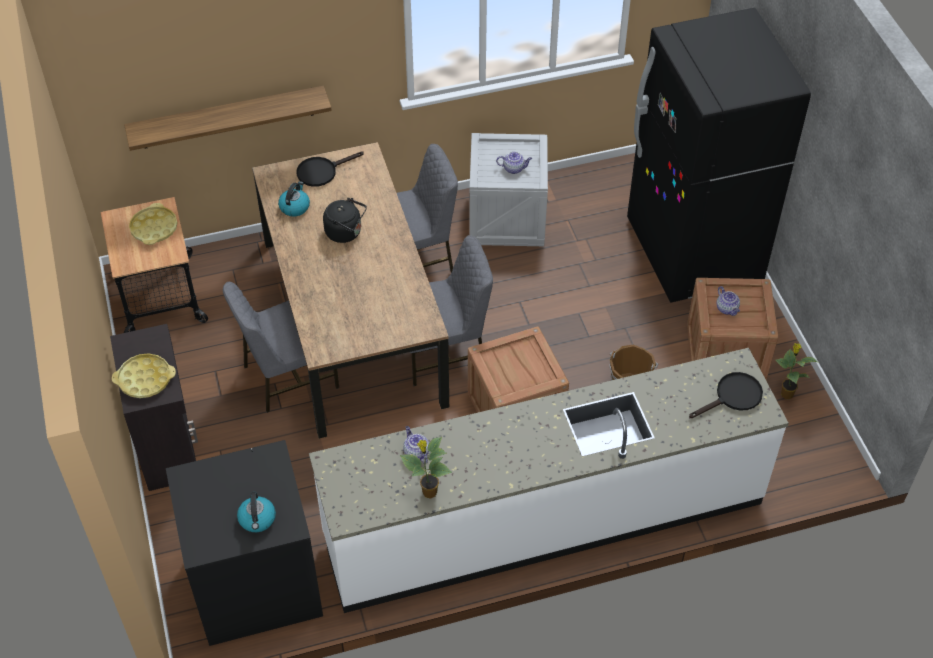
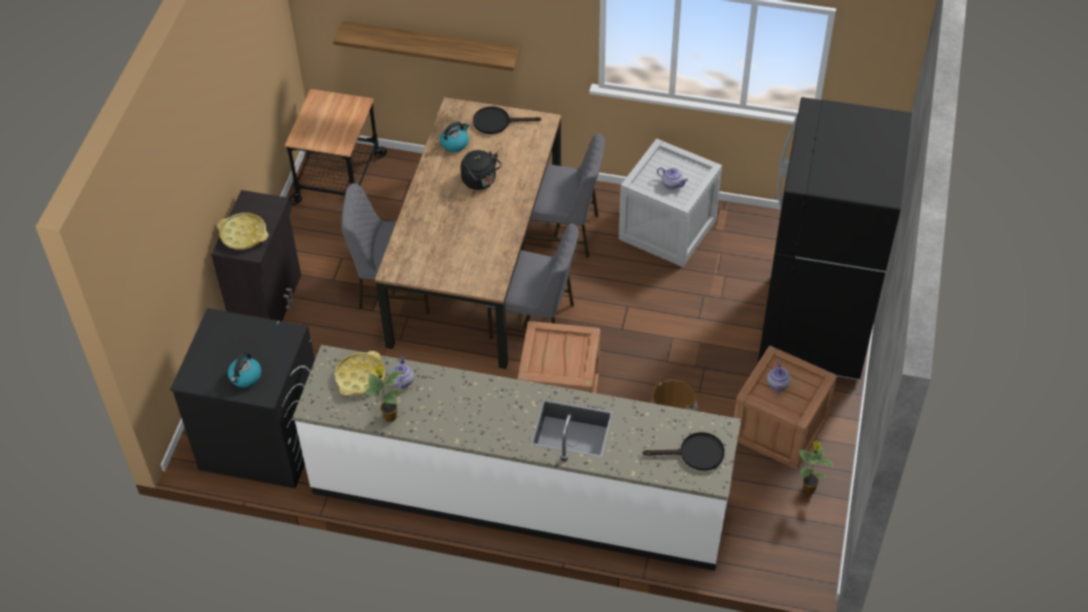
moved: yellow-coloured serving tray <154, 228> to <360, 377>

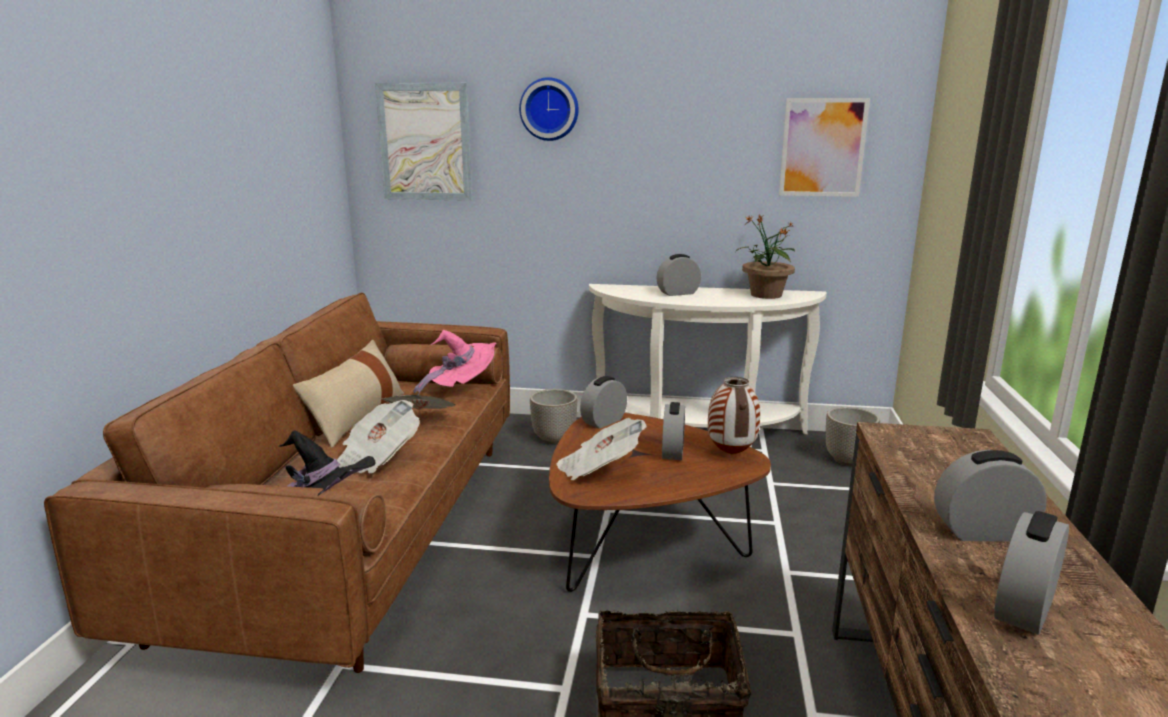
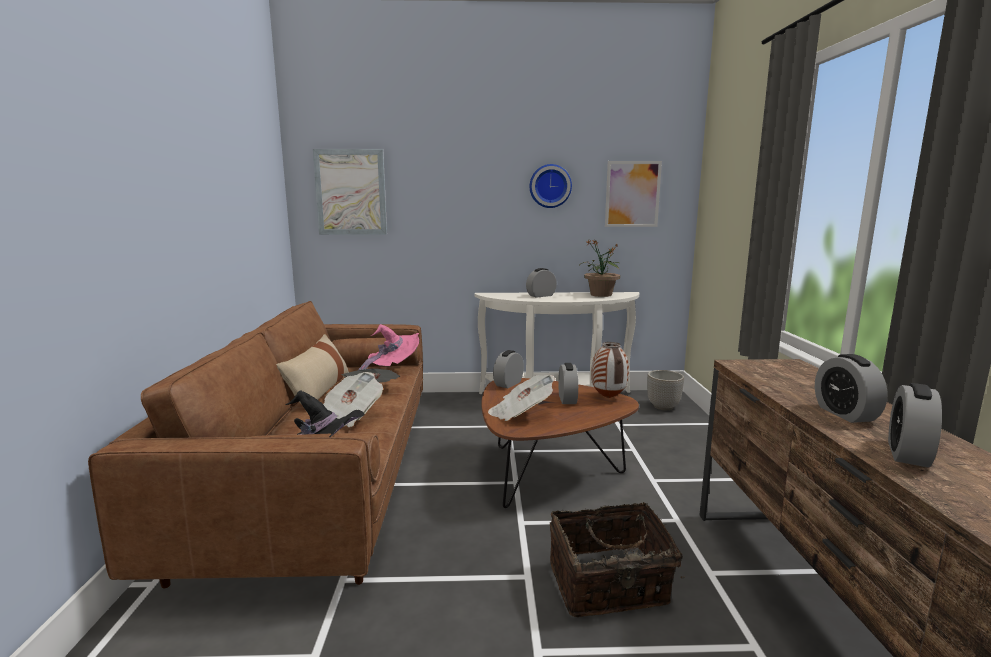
removed: planter <554, 439>
moved: hanging clock <549, 109> to <550, 186>
turned: alarm clock <983, 532> = <845, 414> 90 degrees counterclockwise

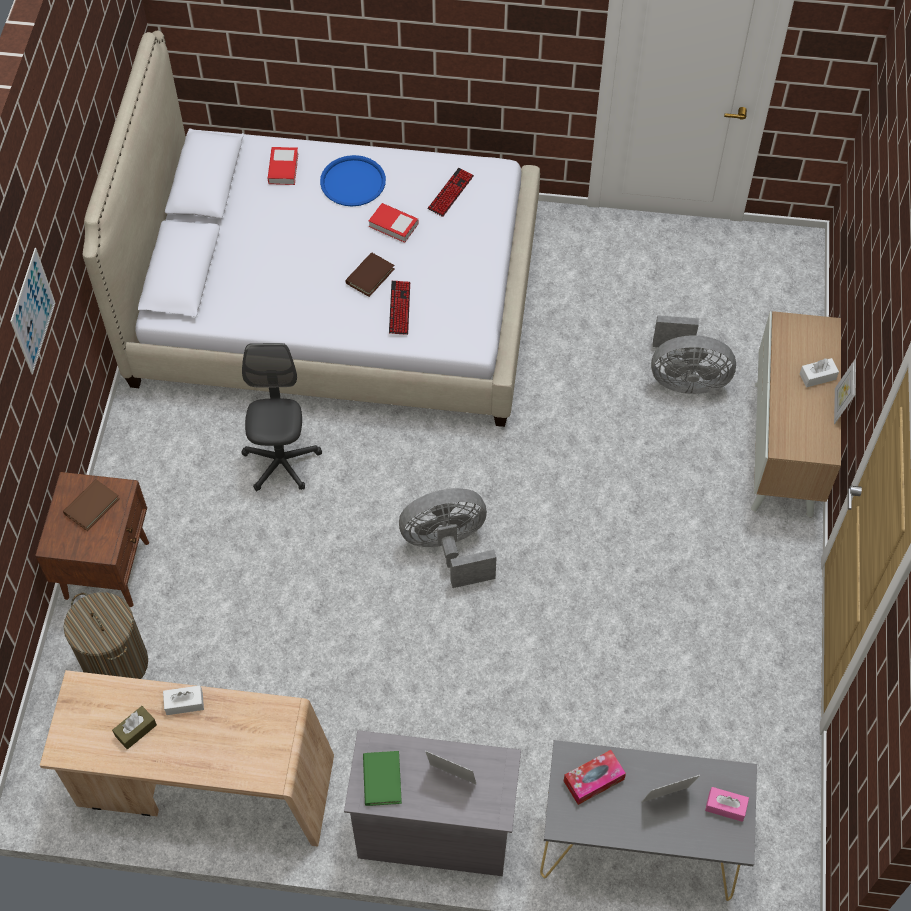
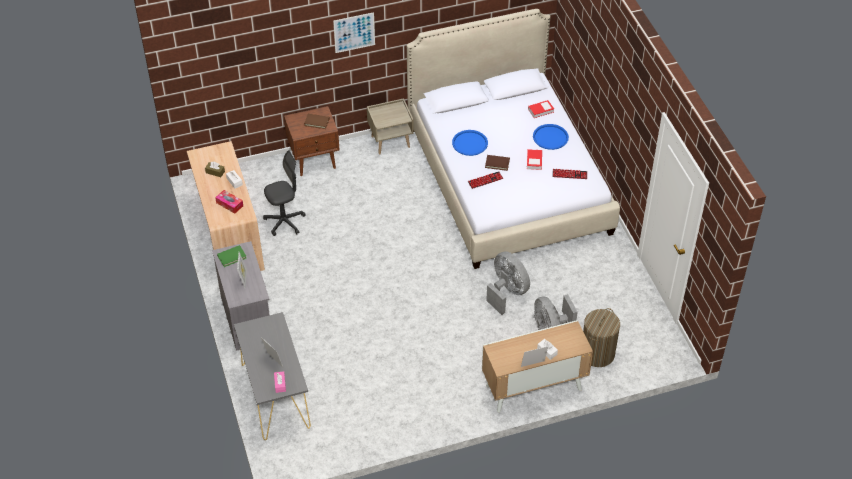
added: beige night table <390, 141>; blue-coloured serving tray <470, 143>
moved: laundry basket <115, 663> to <597, 353>; greyish office chair <281, 462> to <284, 222>; greyish electric fan <449, 548> to <507, 292>; tissue box <593, 780> to <229, 204>

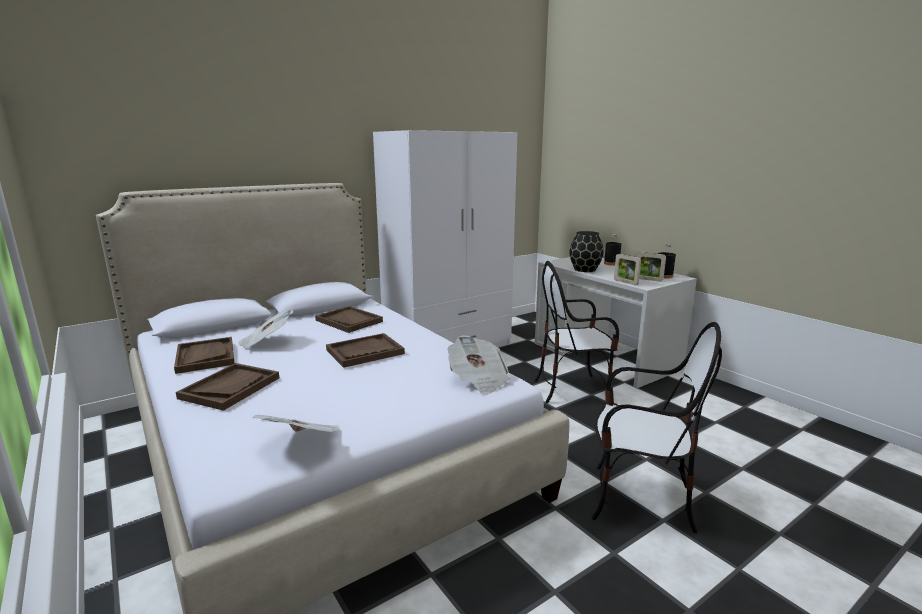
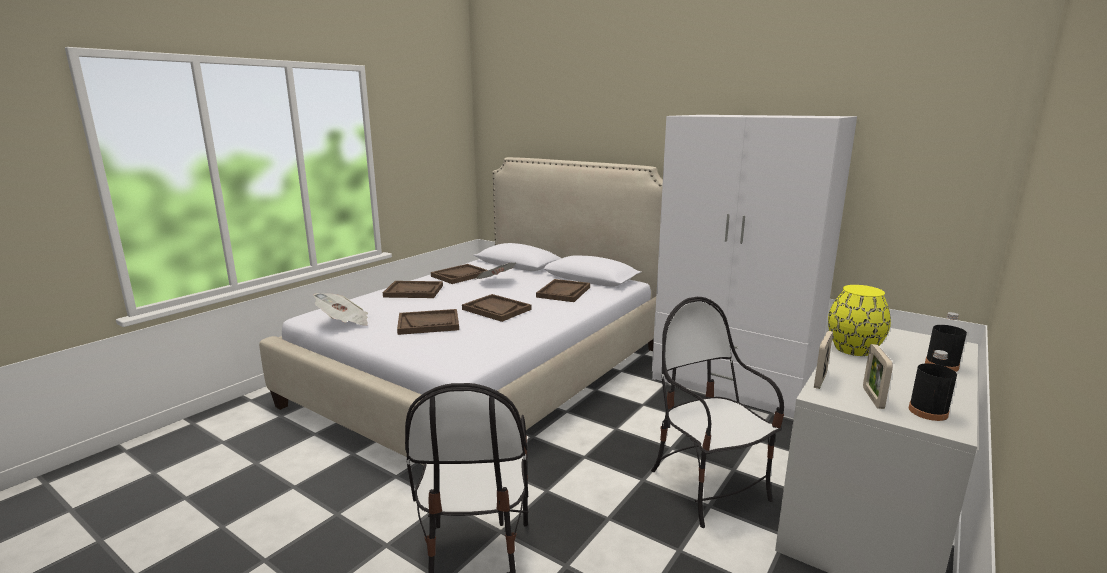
removed: newspaper <478, 380>
added: brownish serving tray <428, 324>
recoloured: blackish decorative vase <585, 270> to yellow-coloured decorative vase <853, 349>

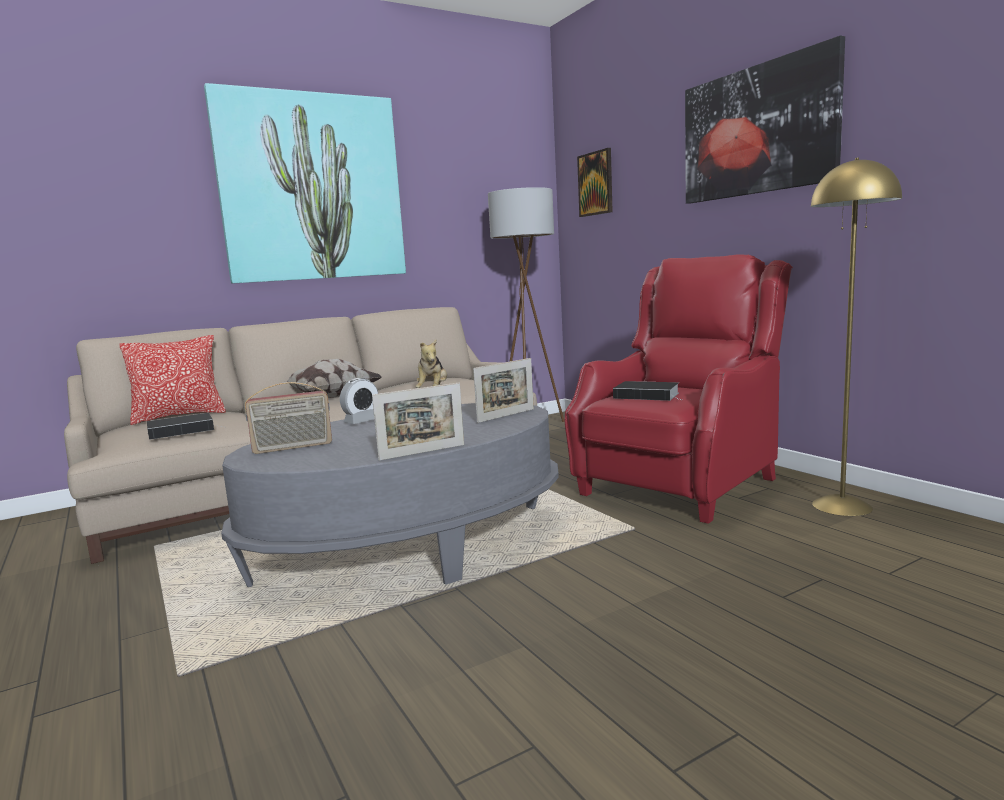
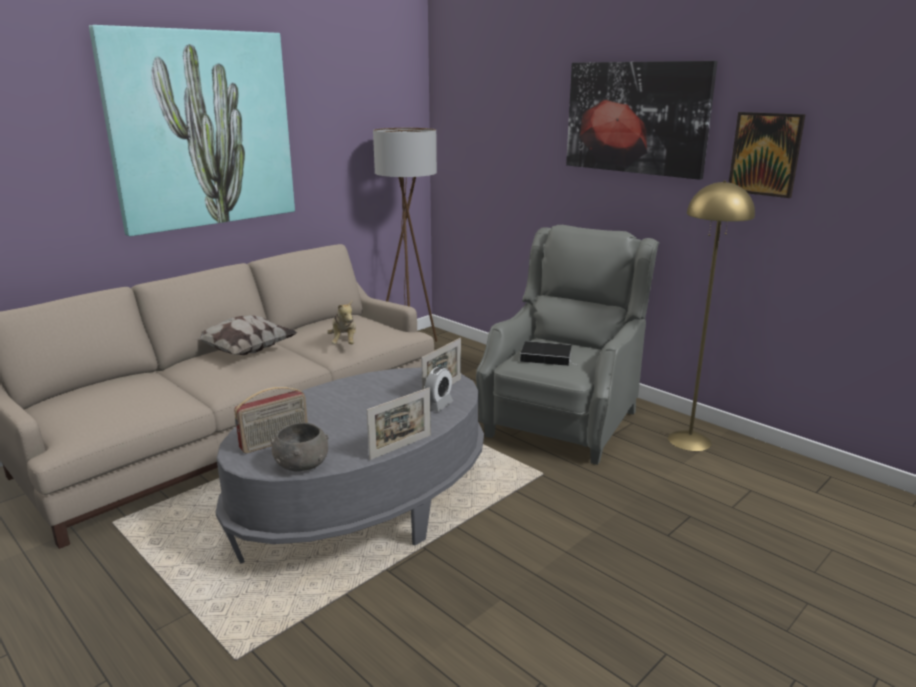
removed: pillow <179, 416>; bound book <183, 430>
added: greyish deep dish <301, 464>
moved: alarm clock <362, 421> to <438, 405>; wall art <596, 183> to <765, 154>
recoloured: red armchair <680, 484> to greyish armchair <563, 421>

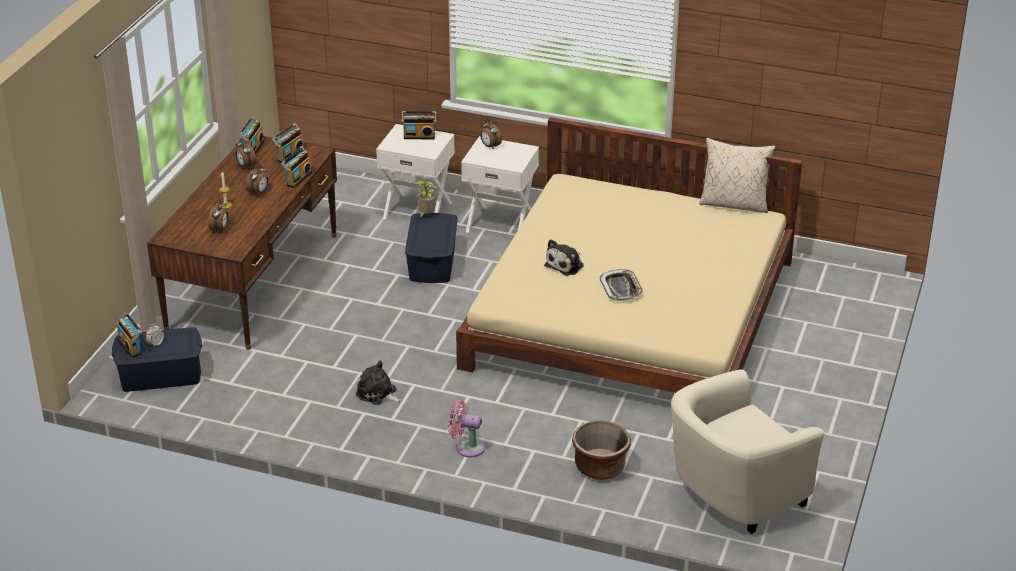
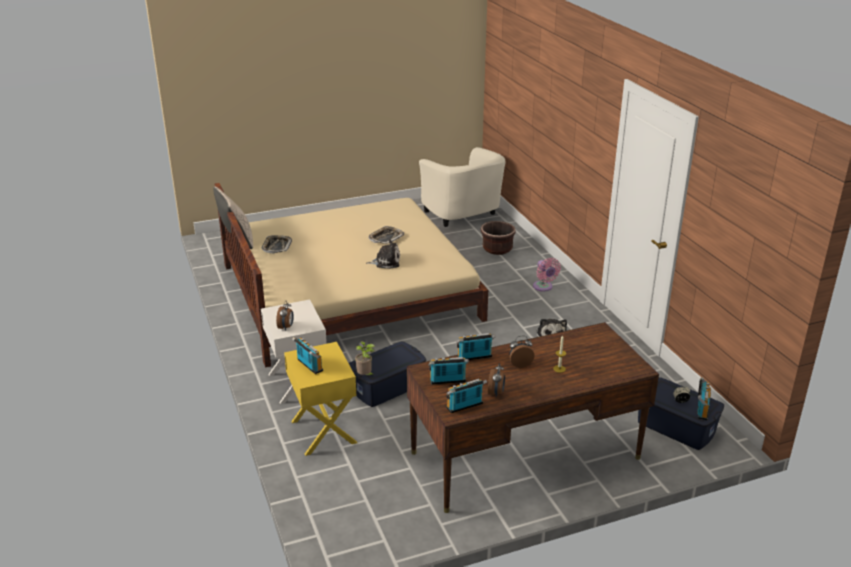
removed: alarm clock <220, 229>
added: serving tray <276, 247>
recoloured: white night table <418, 210> to yellow-coloured night table <322, 432>
turned: beige armchair <733, 496> = <463, 215> 45 degrees clockwise

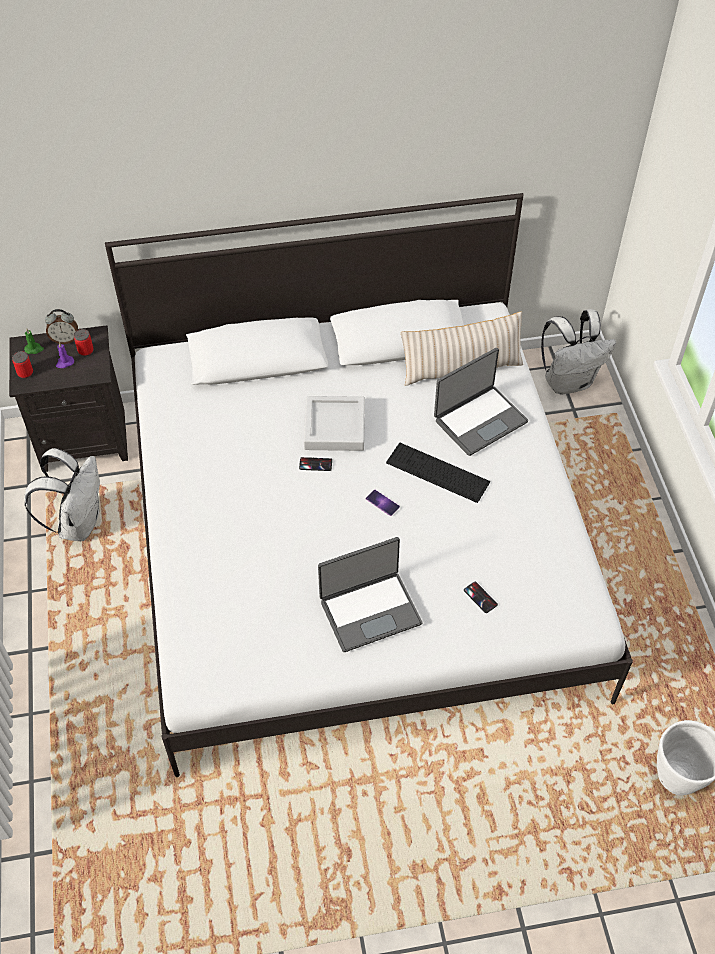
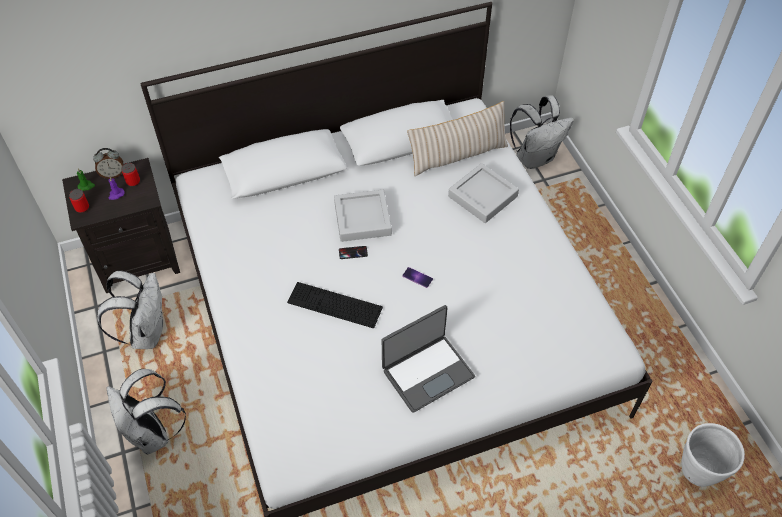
removed: phone <480, 597>
added: white backpack <153, 434>
moved: keyboard <437, 472> to <334, 305>
replaced: portable computer <479, 420> to greyish serving tray <482, 196>

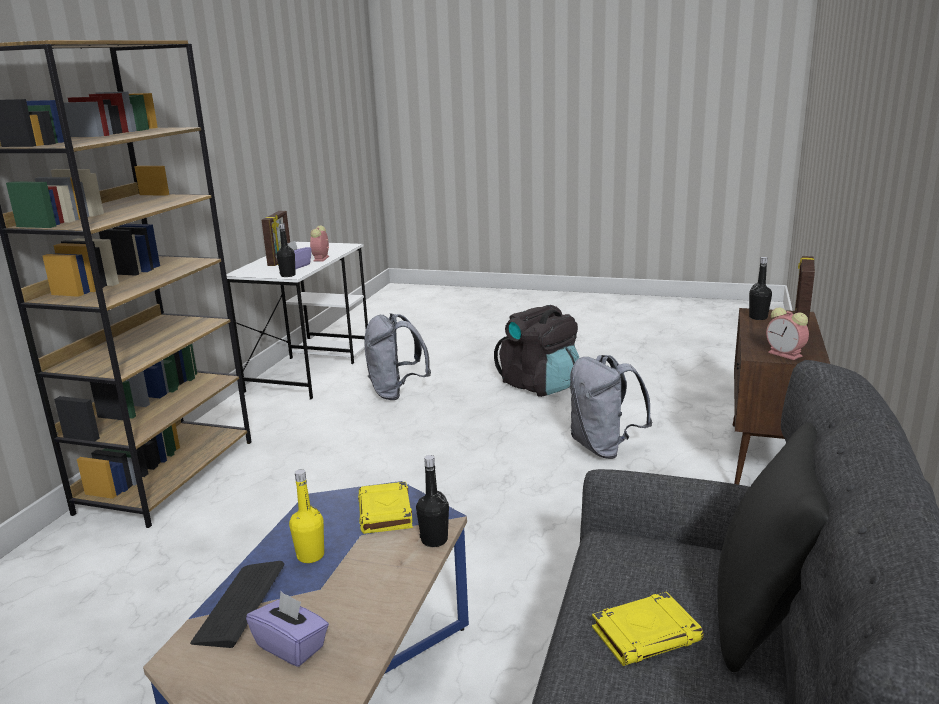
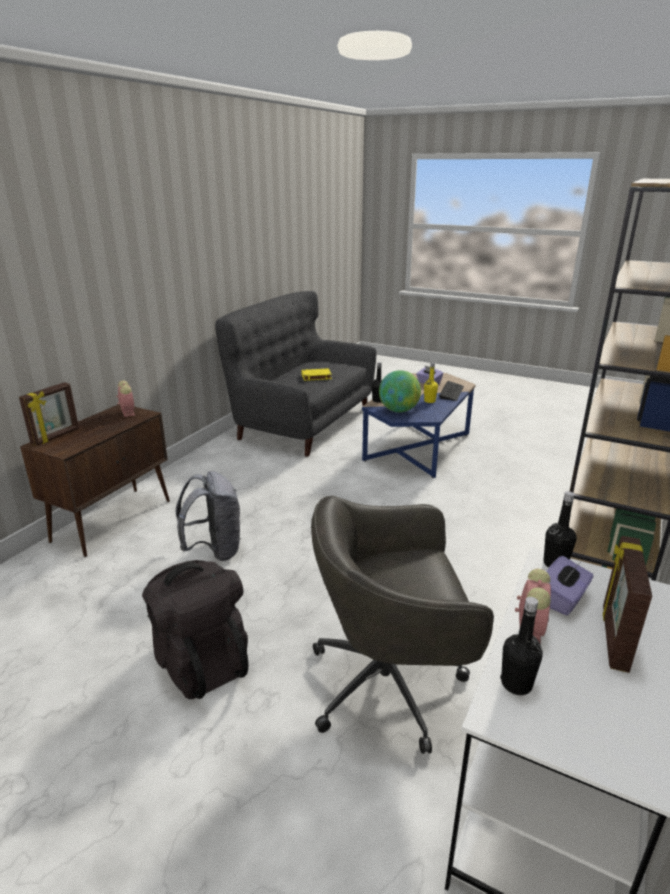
removed: blackish pillow <764, 615>
moved: blackish bottle <758, 317> to <516, 684>
replaced: yellow-coloured bound book <385, 513> to world globe <398, 410>; greyish backpack <396, 393> to greyish office chair <390, 683>

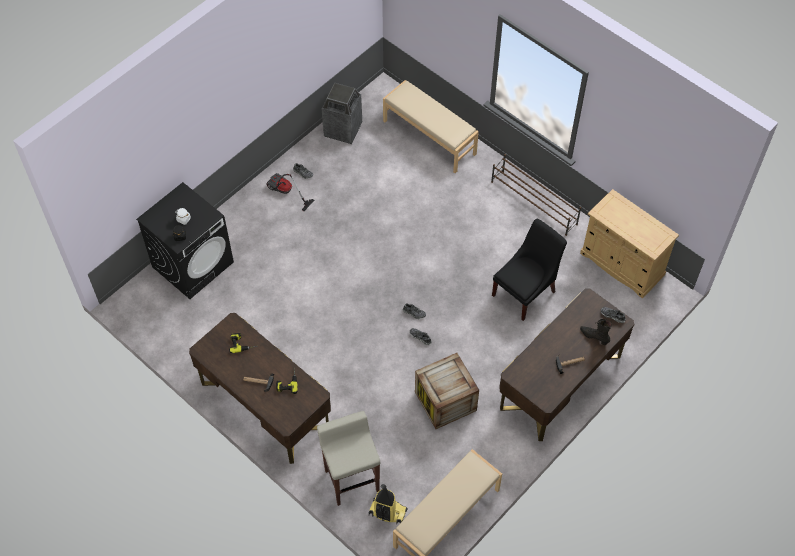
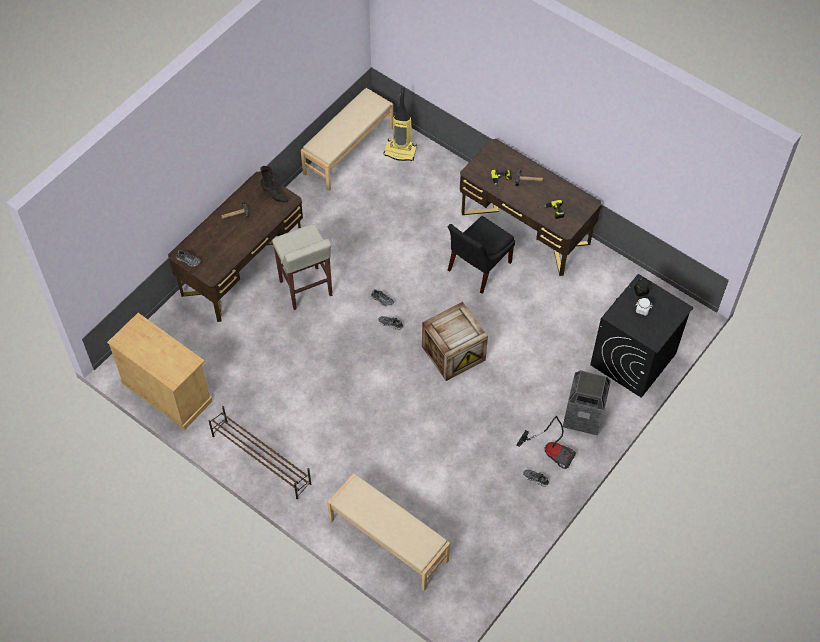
moved: beige stool <351, 479> to <306, 289>; rubbish bin <343, 130> to <583, 416>; crate <445, 401> to <453, 353>; blackish chair <526, 291> to <477, 268>; blackish tall boot <594, 337> to <274, 195>

